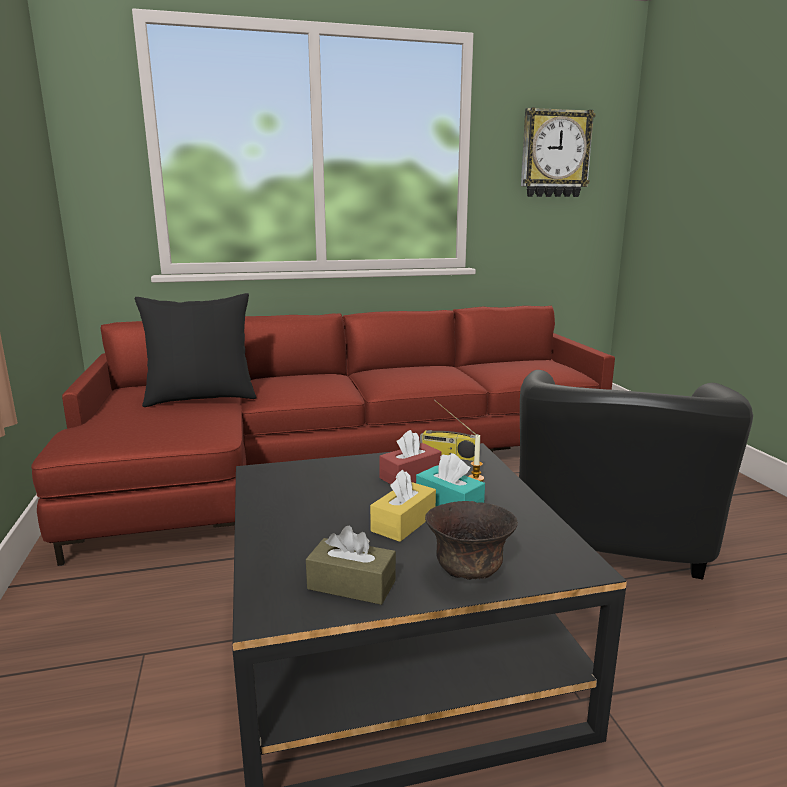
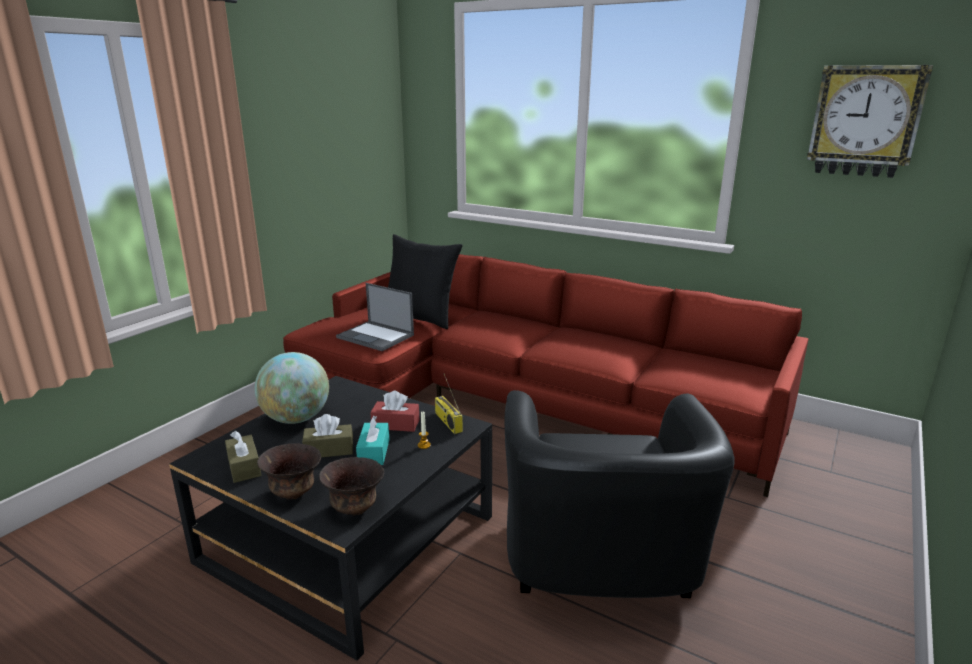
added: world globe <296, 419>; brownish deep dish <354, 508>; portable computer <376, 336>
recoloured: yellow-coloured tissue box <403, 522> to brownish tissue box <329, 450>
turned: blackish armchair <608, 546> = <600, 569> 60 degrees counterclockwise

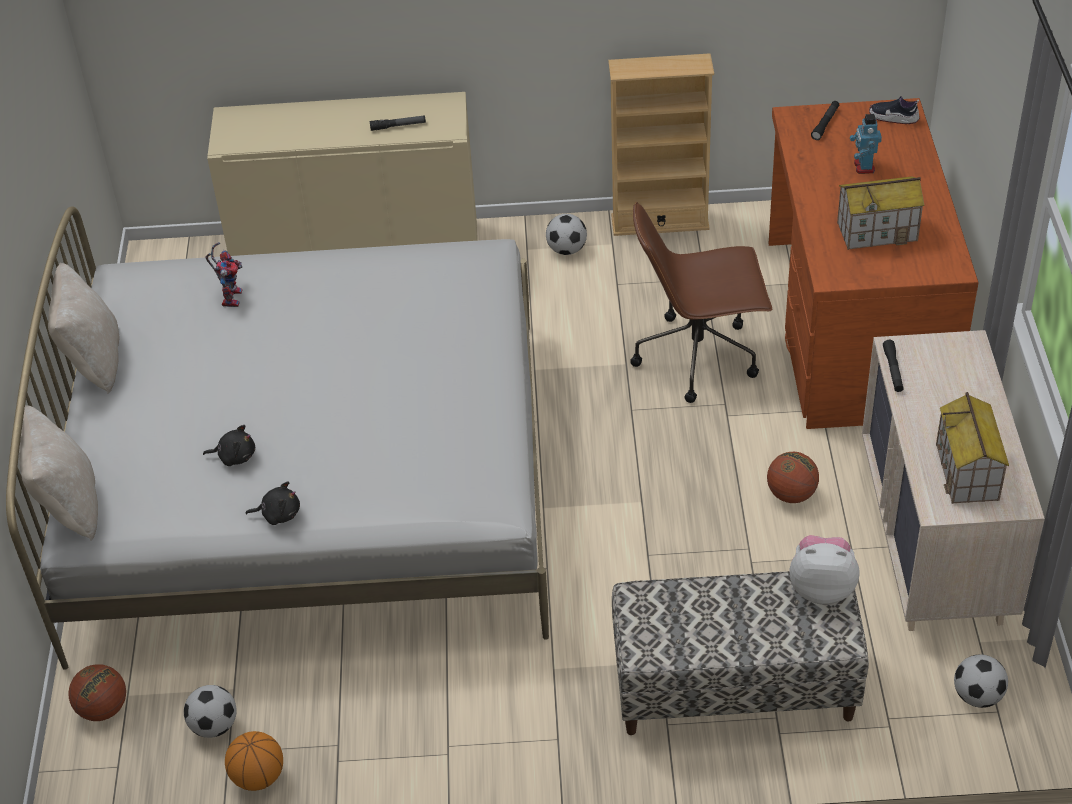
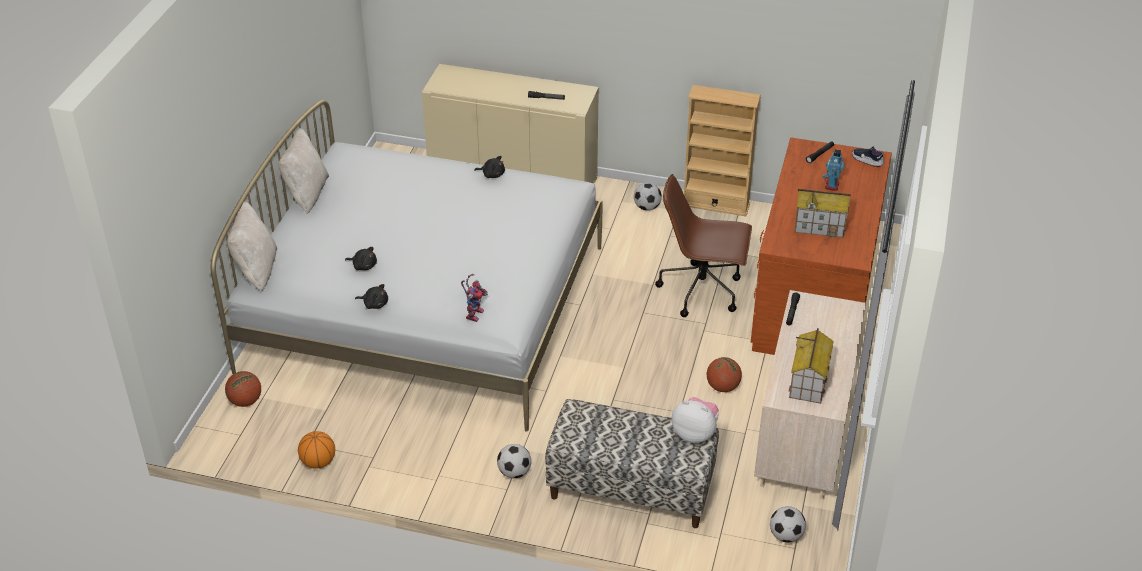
added: blackish cuddly toy <492, 174>
moved: ball for football <214, 726> to <514, 472>; toy robot <230, 296> to <474, 313>

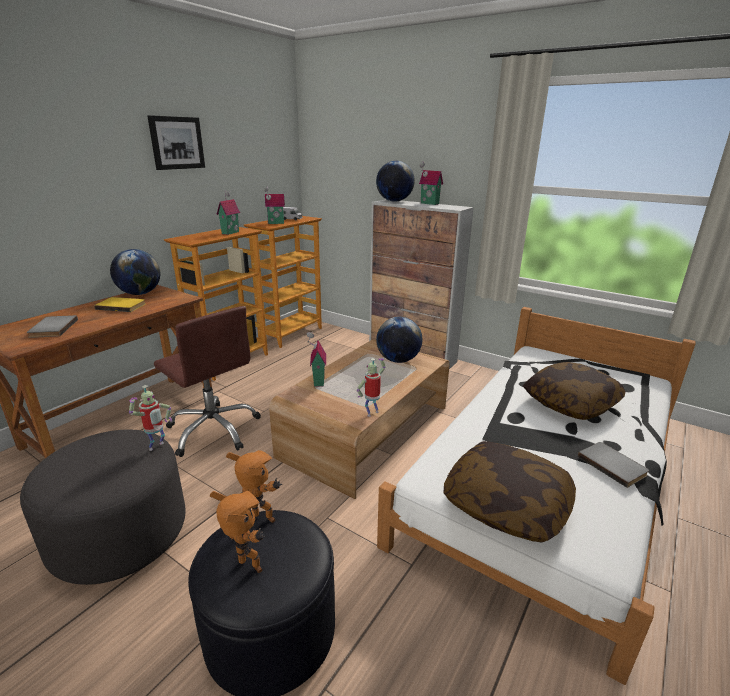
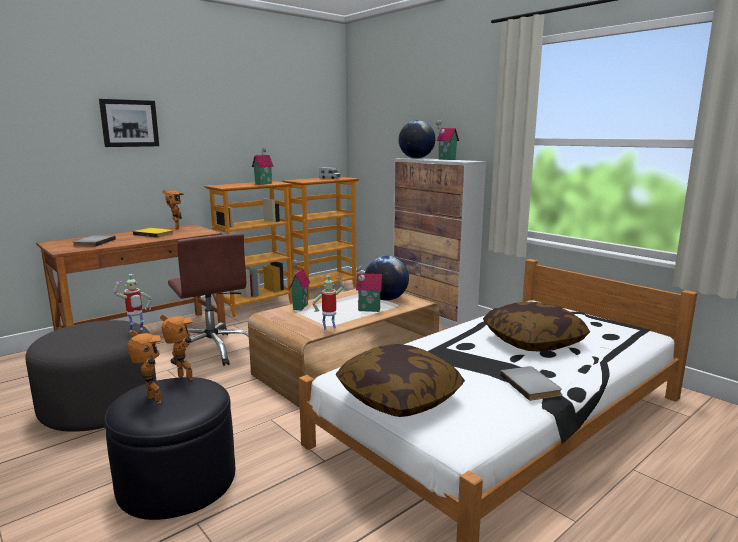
moved: wall art <176, 143> to <129, 123>; toy house <276, 223> to <369, 310>
replaced: world globe <140, 293> to toy robot <175, 228>

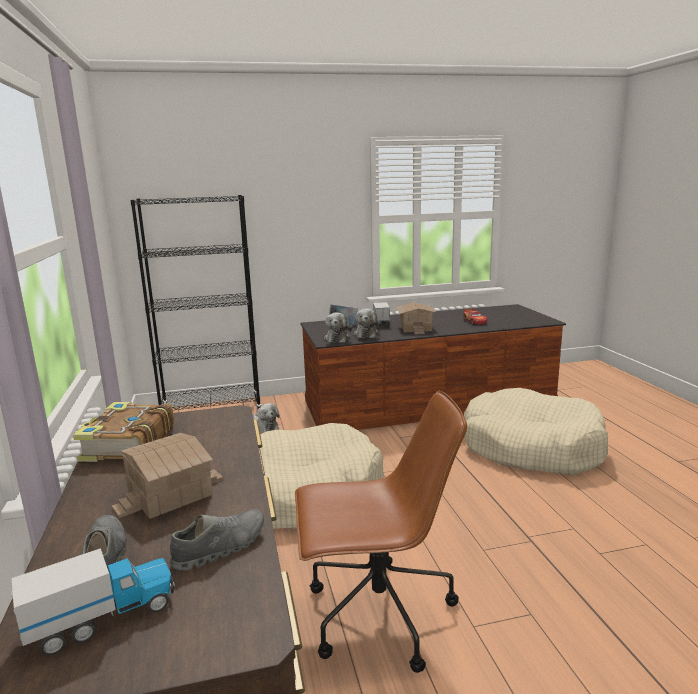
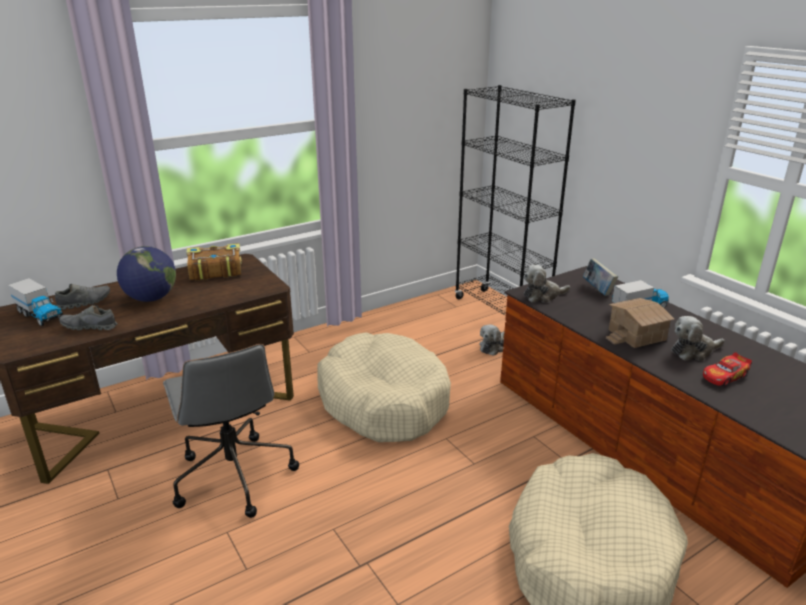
moved: cuddly toy <366, 334> to <693, 351>
replaced: toy house <169, 492> to world globe <151, 298>
recoloured: brownish office chair <377, 615> to greyish office chair <233, 475>
turned: greyish item of footwear <220, 548> = <89, 327> 150 degrees clockwise

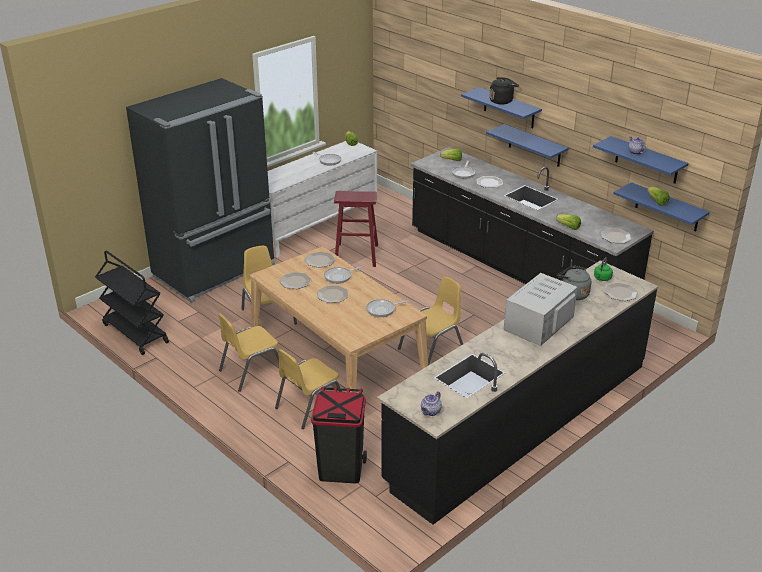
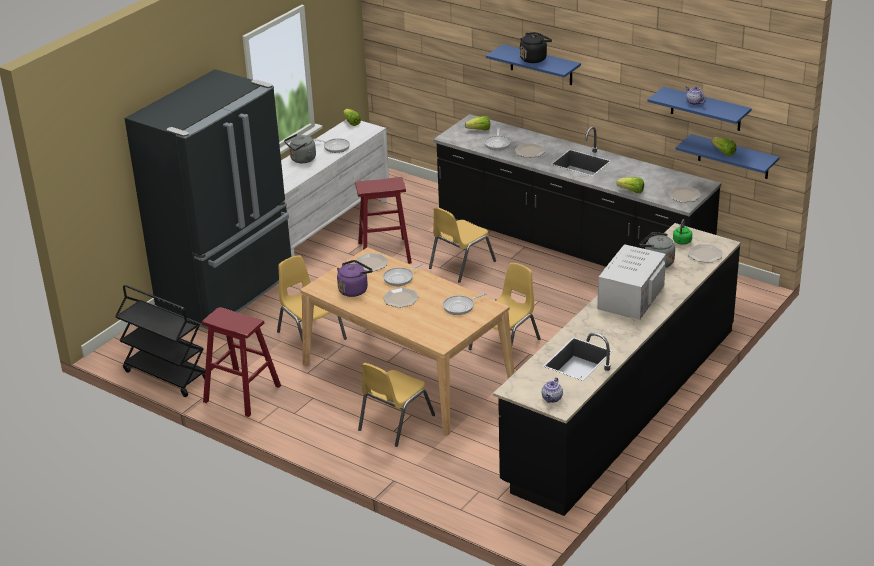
removed: blackish rubbish bin <340, 469>; blue-coloured shelf <534, 146>
added: red stool <242, 394>; greyish tea kettle <301, 160>
moved: yellow-coloured chair <252, 371> to <461, 265>
replaced: flat dish <295, 281> to purplish tea kettle <354, 290>

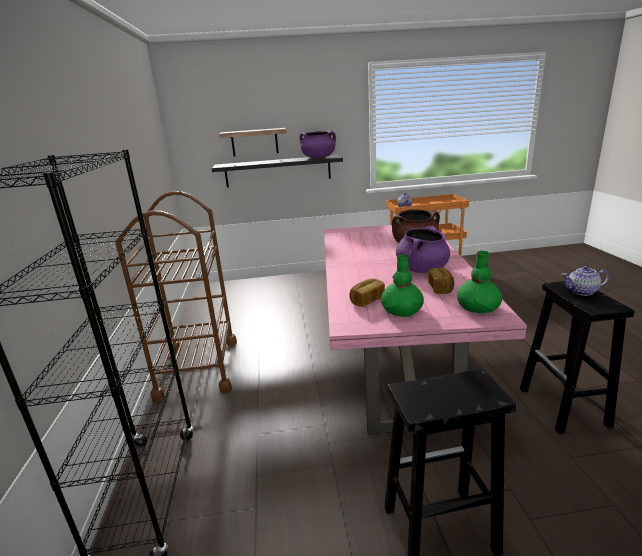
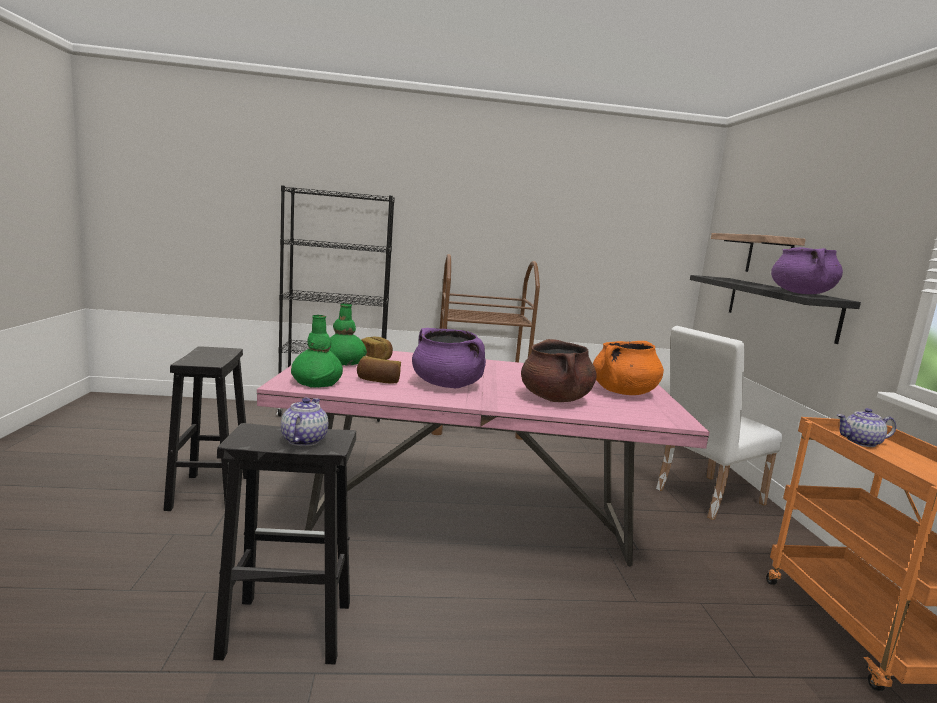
added: orange-coloured cooking pot <623, 392>; white chair <703, 497>

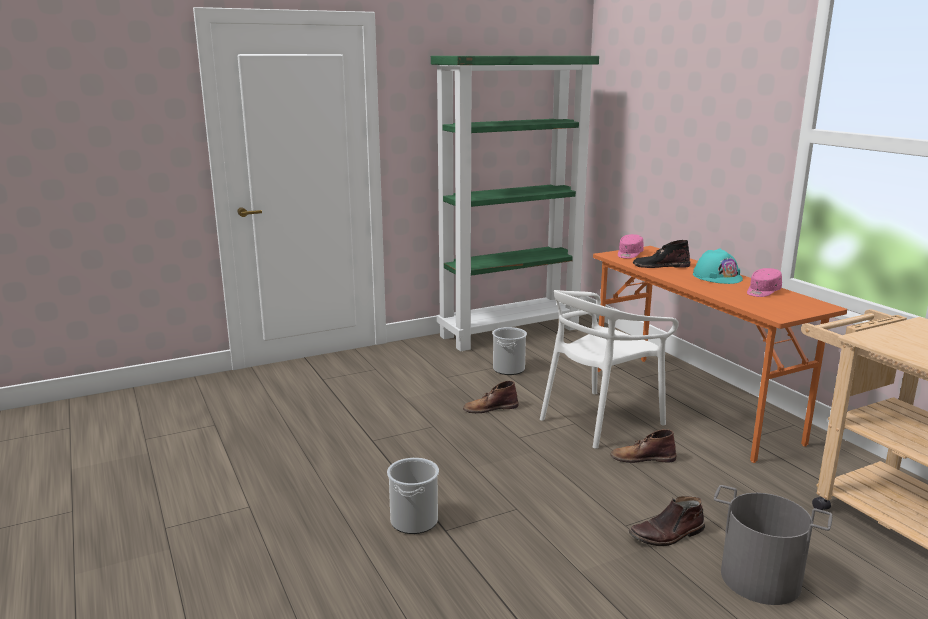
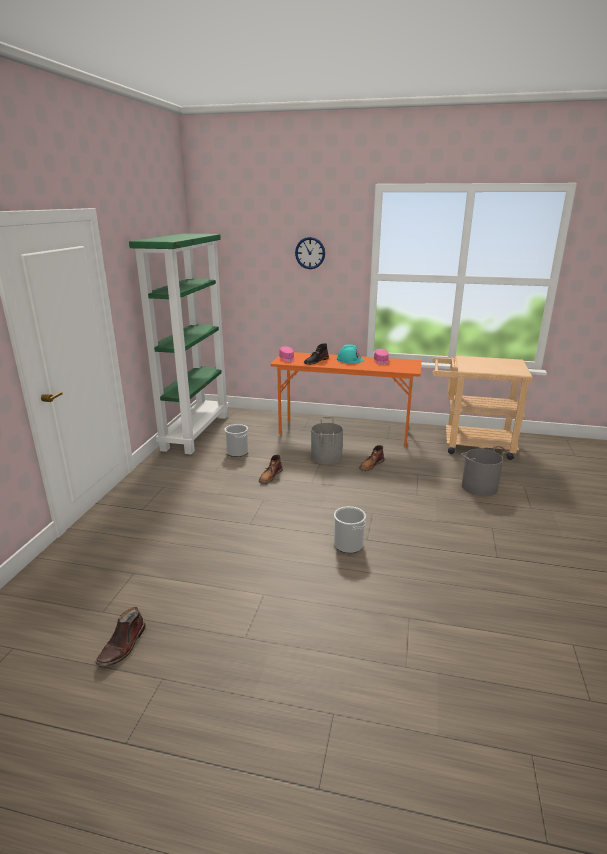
added: hanging clock <310, 253>
moved: brownish tall boot <667, 535> to <123, 646>
replaced: white chair <600, 420> to greyish bucket <326, 457>

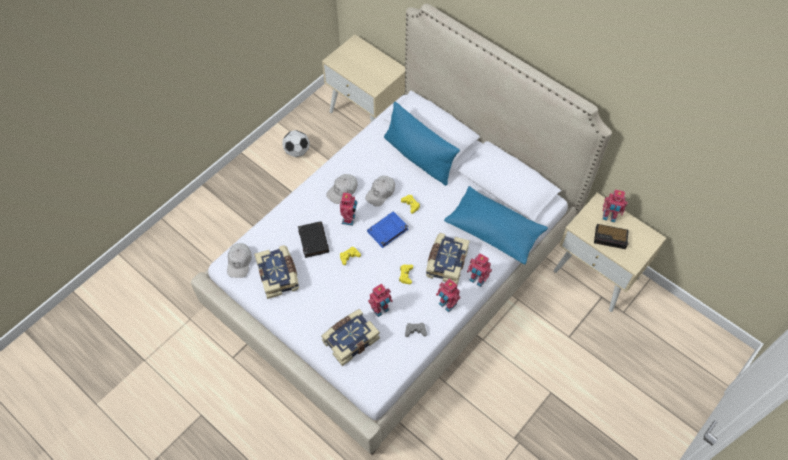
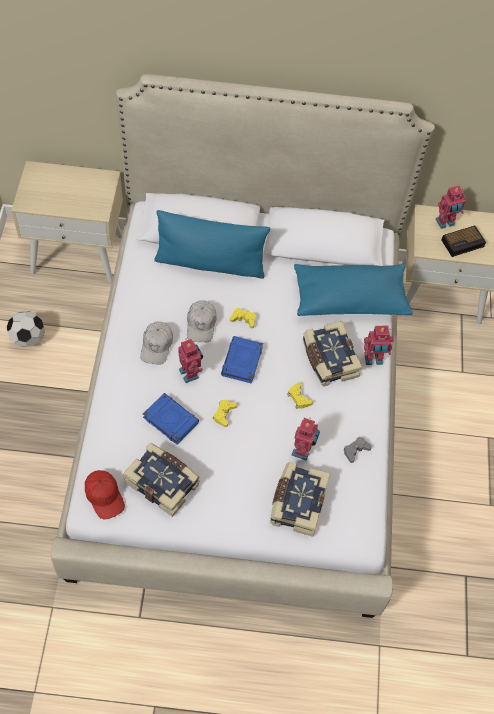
removed: toy robot <446, 305>
recoloured: white peaked cap <239, 262> to red peaked cap <104, 496>; blackish bound book <313, 240> to blue-coloured bound book <170, 420>

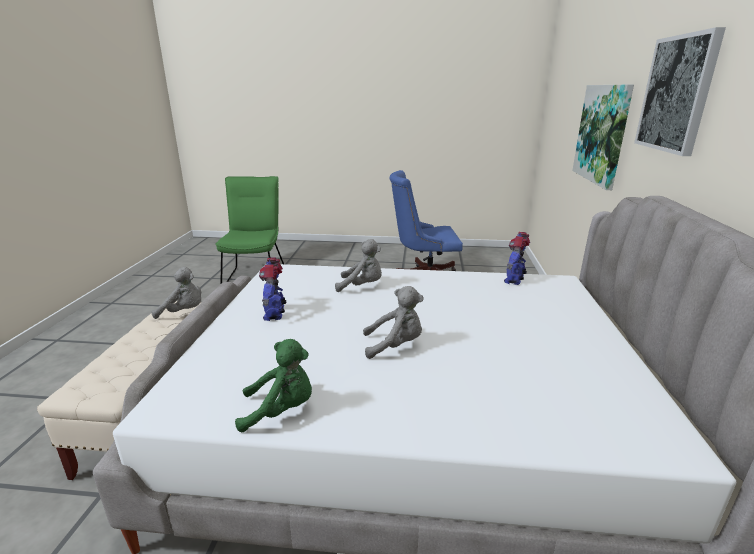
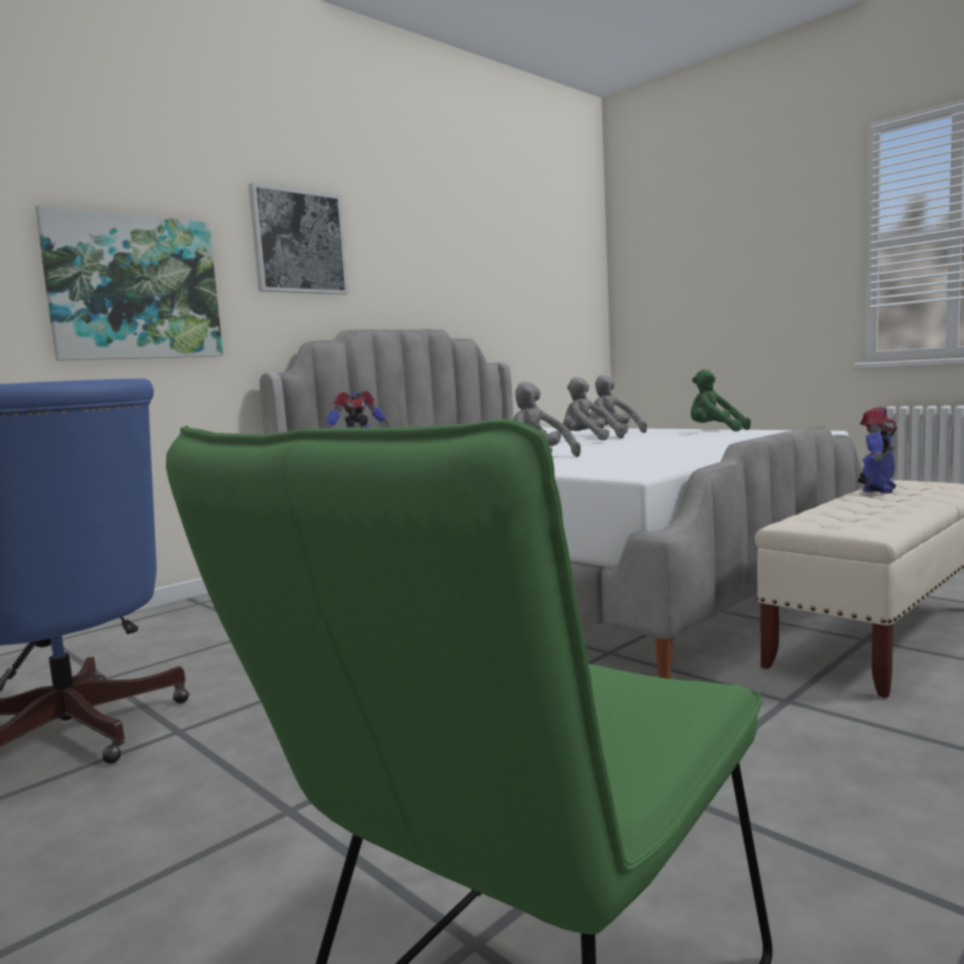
moved: greyish cuddly toy <184, 312> to <612, 434>; toy robot <275, 313> to <877, 490>

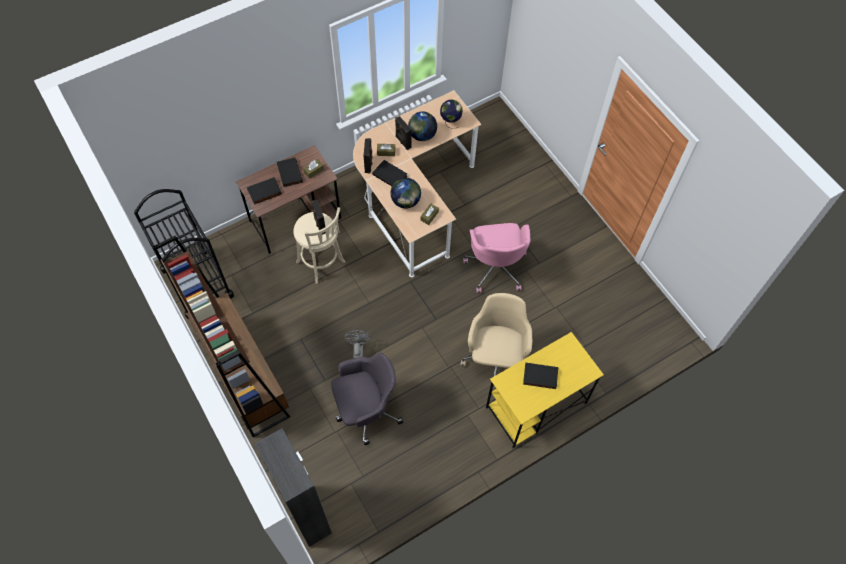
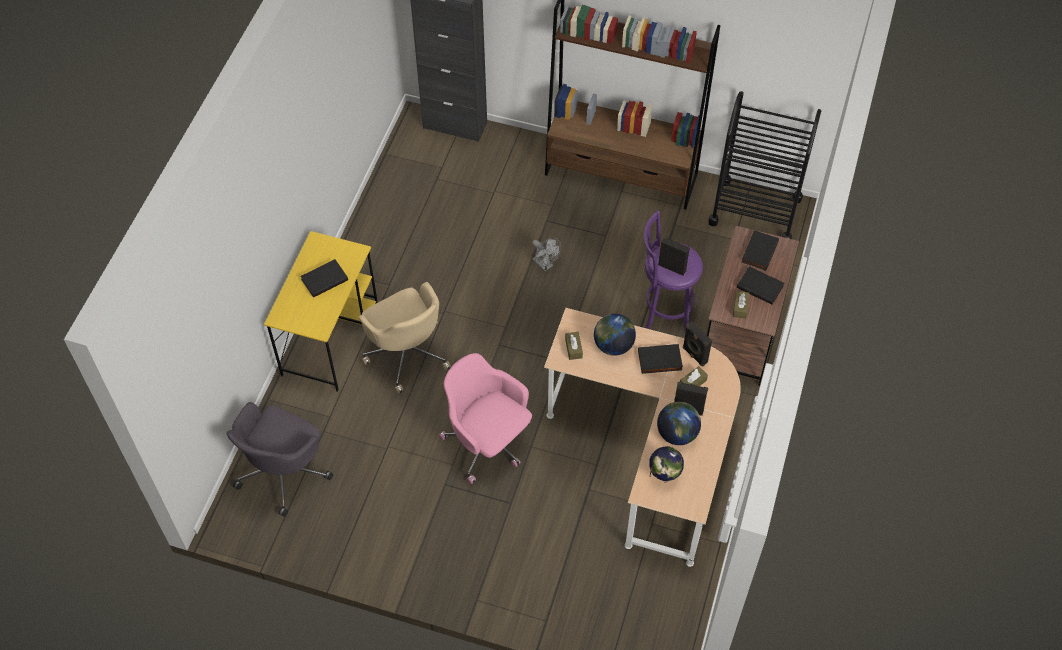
moved: greyish office chair <366, 409> to <284, 471>
recoloured: beige stool <322, 264> to purplish stool <664, 312>

